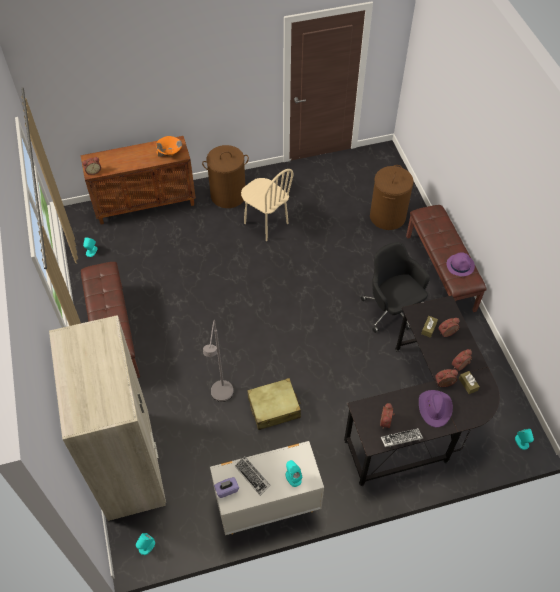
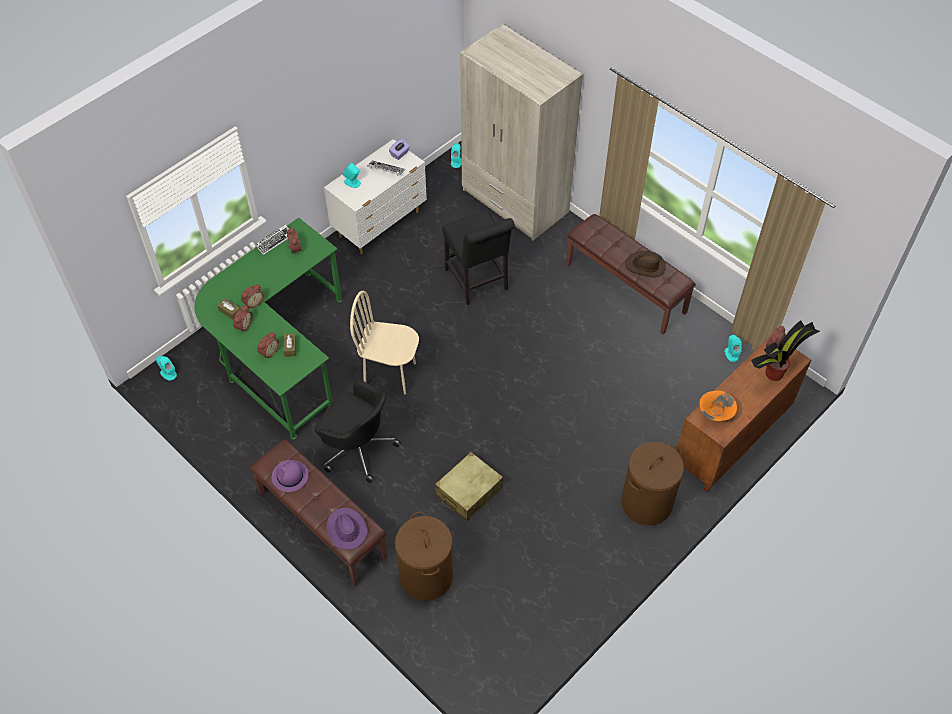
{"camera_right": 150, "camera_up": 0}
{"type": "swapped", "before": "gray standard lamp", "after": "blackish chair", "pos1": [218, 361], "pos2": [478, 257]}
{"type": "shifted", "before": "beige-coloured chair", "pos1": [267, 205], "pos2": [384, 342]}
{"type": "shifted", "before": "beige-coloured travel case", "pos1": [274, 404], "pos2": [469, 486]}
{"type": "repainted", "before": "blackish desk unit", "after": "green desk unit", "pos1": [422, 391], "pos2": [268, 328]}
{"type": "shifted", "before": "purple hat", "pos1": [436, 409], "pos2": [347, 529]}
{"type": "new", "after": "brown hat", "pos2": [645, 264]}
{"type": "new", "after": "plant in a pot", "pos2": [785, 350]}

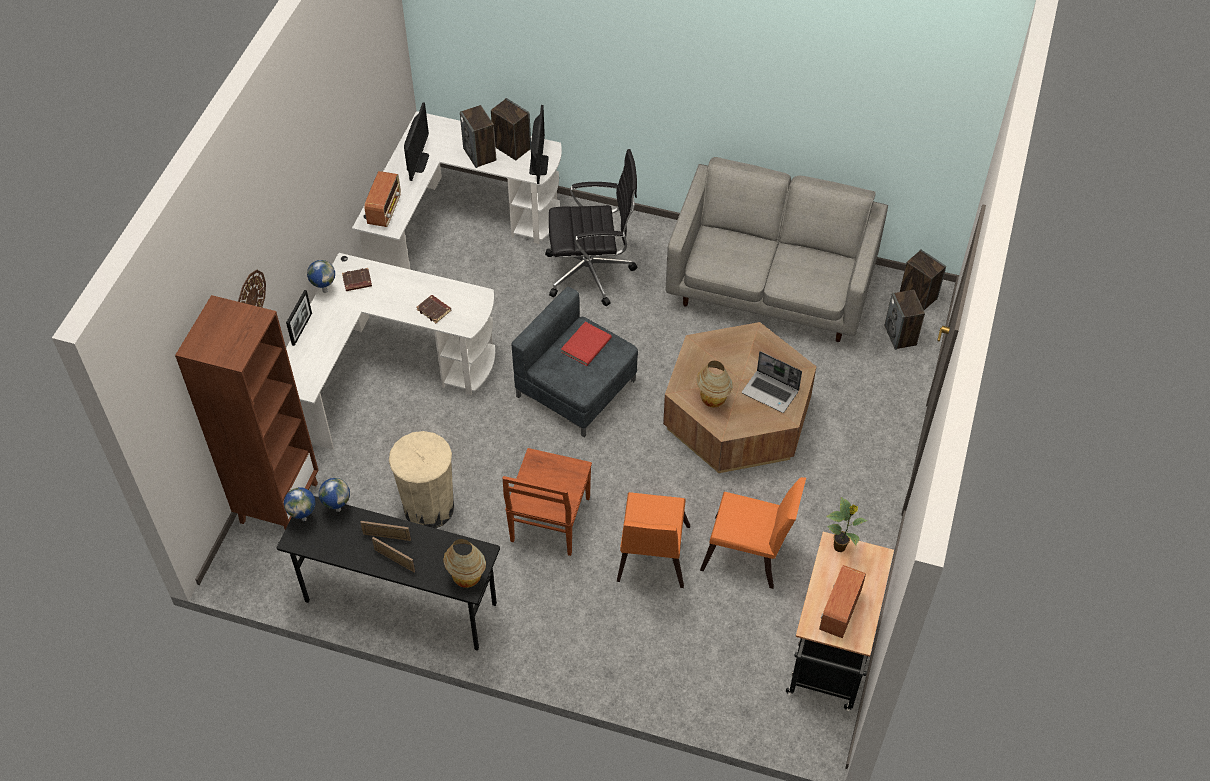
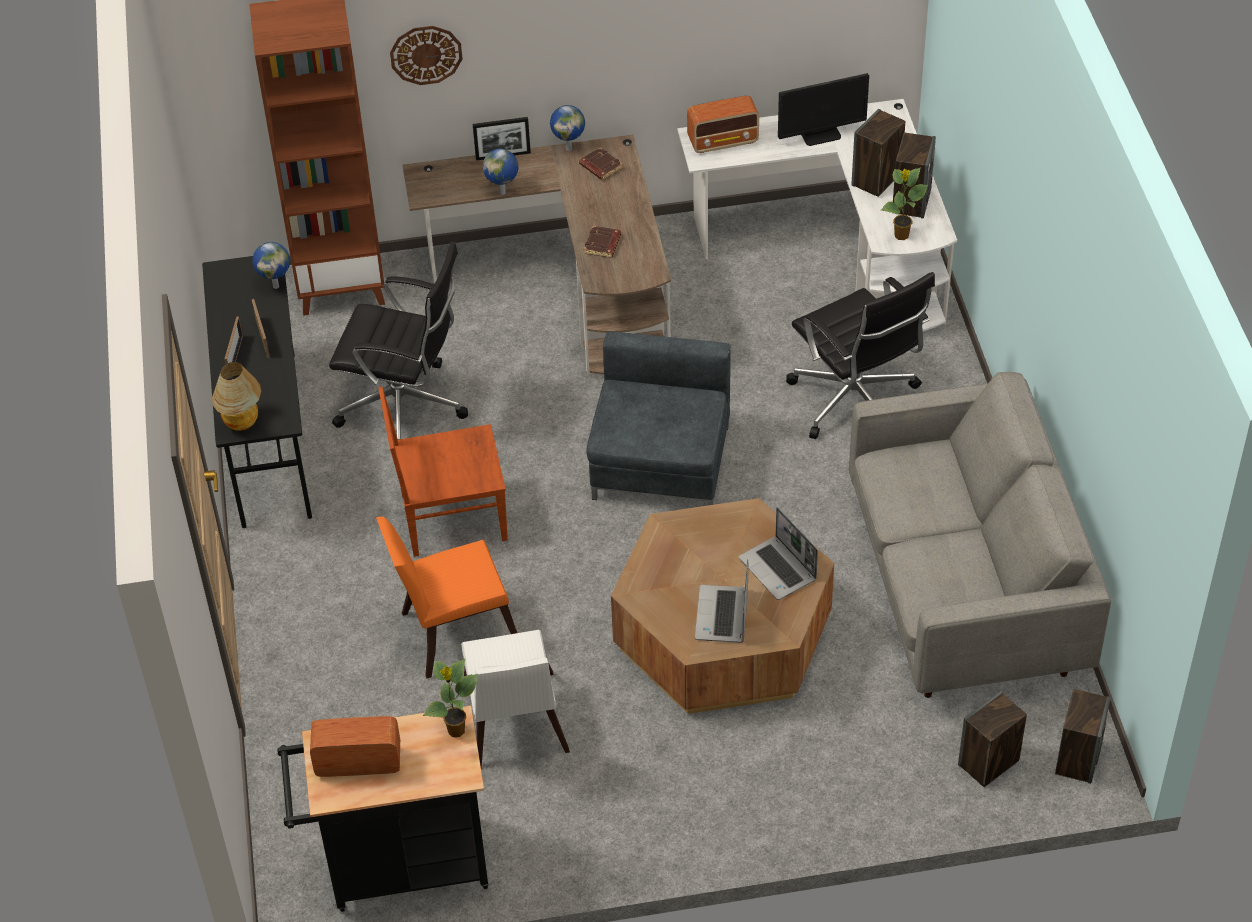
{"camera_right": 65, "camera_up": -5}
{"type": "shifted", "before": "world globe", "pos1": [300, 504], "pos2": [500, 172]}
{"type": "repainted", "before": "whitish desk unit", "after": "brown desk unit", "pos1": [390, 351], "pos2": [536, 255]}
{"type": "swapped", "before": "beige-coloured trash can", "after": "blackish office chair", "pos1": [421, 479], "pos2": [398, 341]}
{"type": "swapped", "before": "computer screen", "after": "plant in a pot", "pos1": [539, 144], "pos2": [904, 203]}
{"type": "gone", "before": "red-coloured bound book", "pos1": [586, 344]}
{"type": "gone", "before": "tabletop lamp", "pos1": [714, 384]}
{"type": "repainted", "before": "orange-coloured chair", "after": "whitish chair", "pos1": [753, 533], "pos2": [515, 699]}
{"type": "new", "after": "notebook computer", "pos2": [778, 553]}

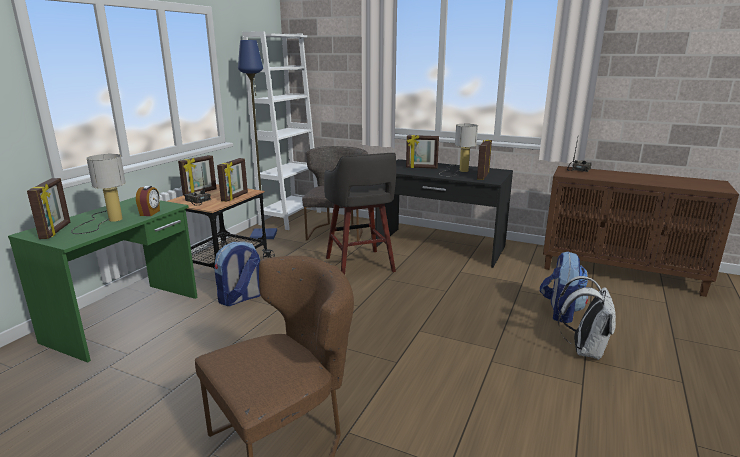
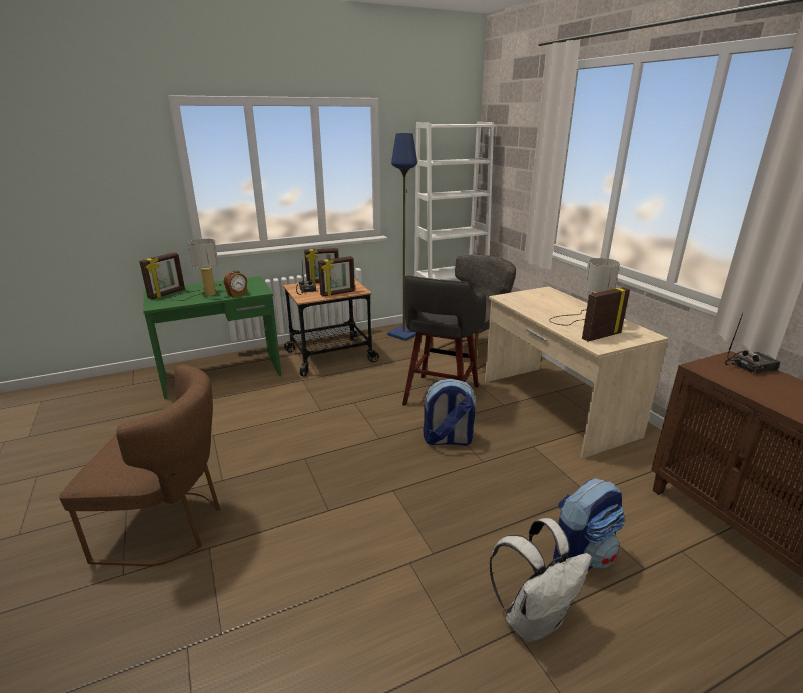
{"camera_right": 40, "camera_up": 5}
{"type": "shifted", "before": "backpack", "pos1": [237, 273], "pos2": [449, 412]}
{"type": "repainted", "before": "blackish desk unit", "after": "beige-coloured desk unit", "pos1": [444, 213], "pos2": [576, 372]}
{"type": "gone", "before": "standing frame", "pos1": [422, 152]}

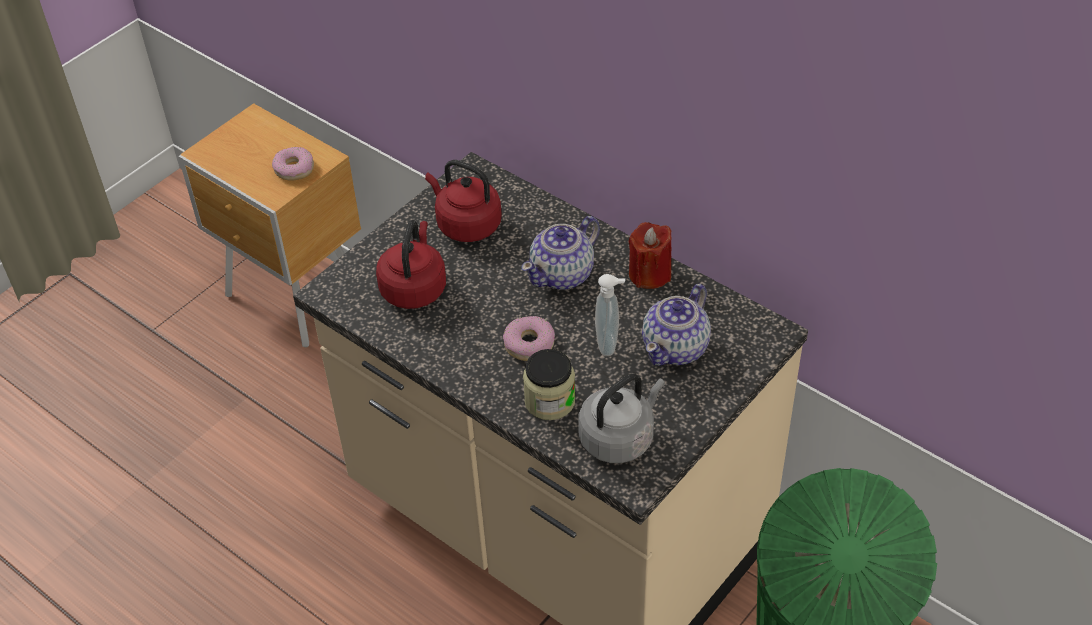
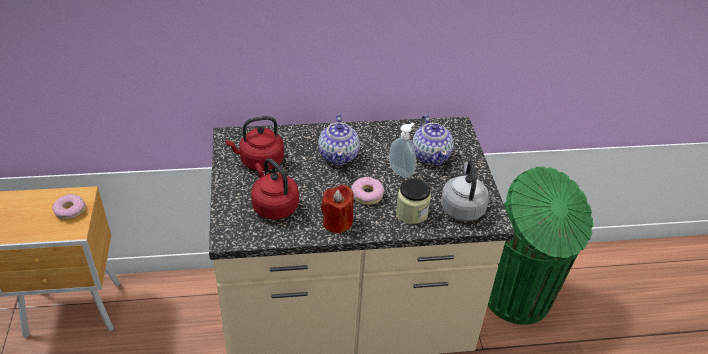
{"camera_right": -50, "camera_up": -5}
{"type": "shifted", "before": "red-coloured wax candle", "pos1": [650, 255], "pos2": [337, 209]}

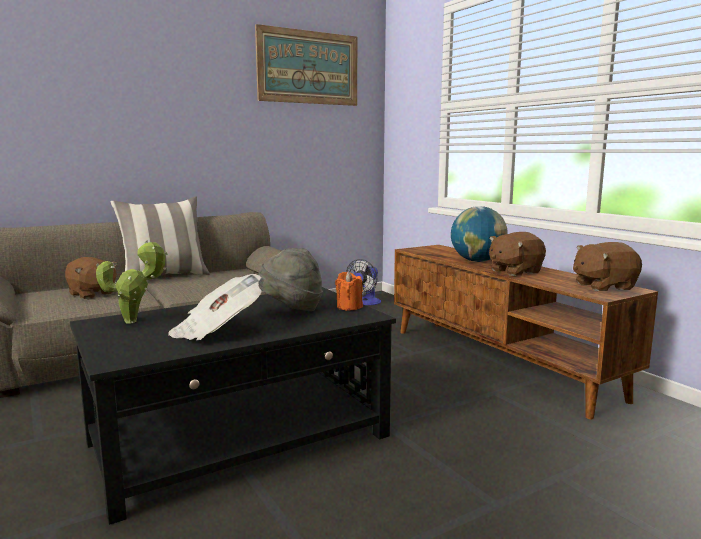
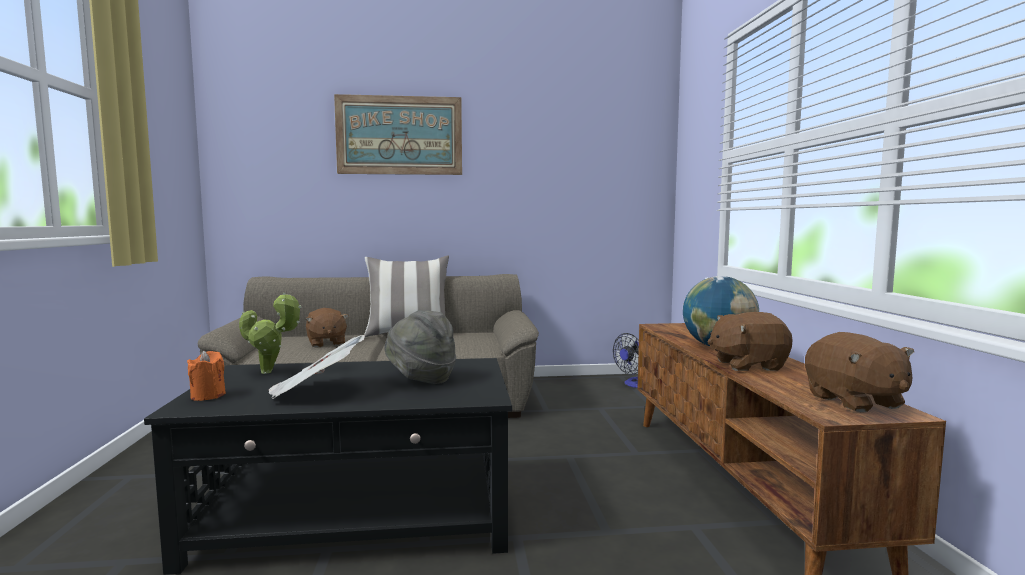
{"camera_right": 25, "camera_up": -5}
{"type": "shifted", "before": "wall picture", "pos1": [306, 65], "pos2": [398, 134]}
{"type": "shifted", "before": "orange-coloured wax candle", "pos1": [349, 291], "pos2": [206, 376]}
{"type": "rotated", "before": "brown plush toy", "pos1": [607, 266], "pos2": [859, 372], "turn": -120}

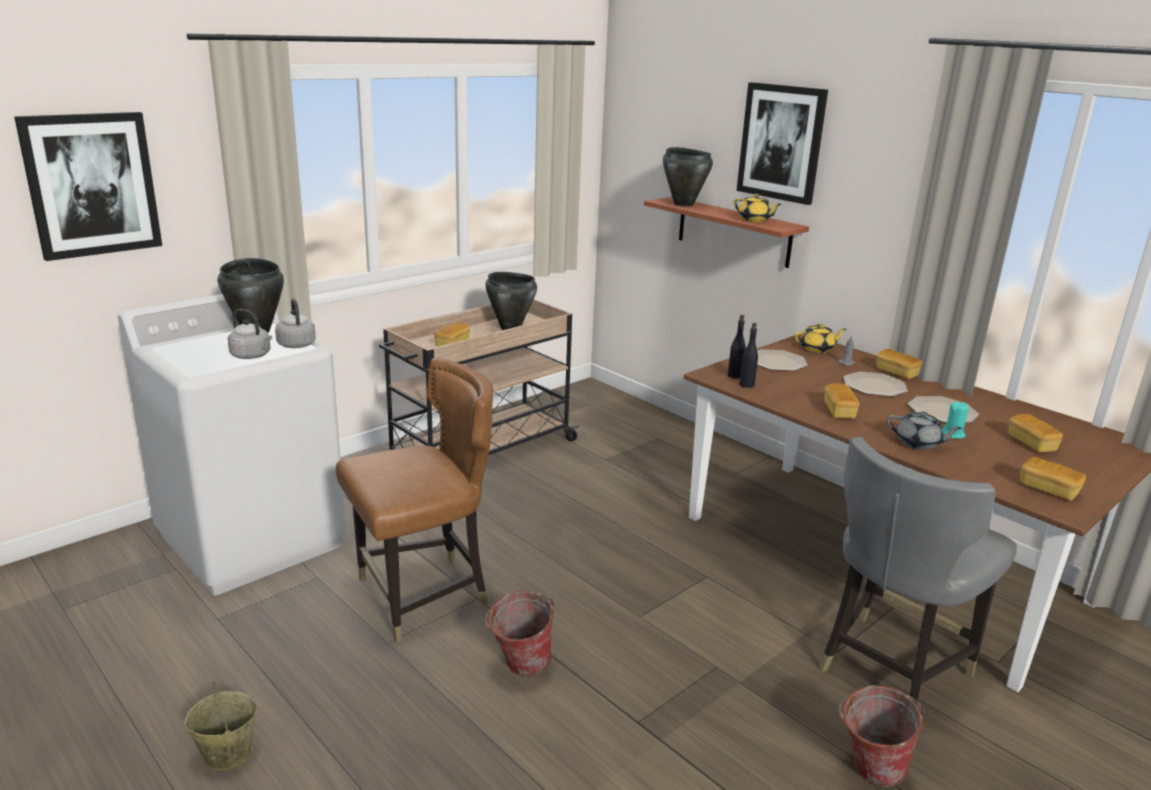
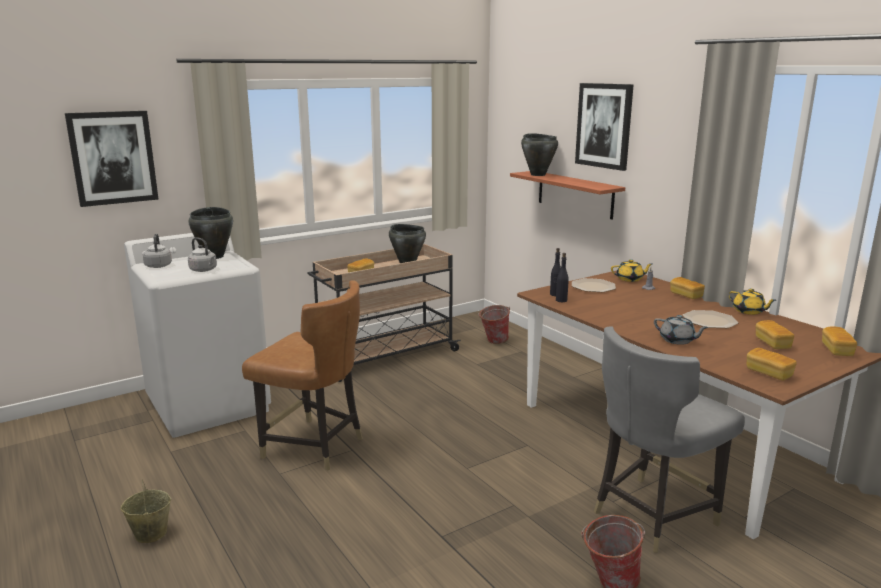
{"camera_right": 10, "camera_up": -5}
{"type": "shifted", "before": "gray water kettle", "pos1": [295, 323], "pos2": [157, 250]}
{"type": "rotated", "before": "brown chair", "pos1": [414, 500], "pos2": [302, 375], "turn": 45}
{"type": "shifted", "before": "pail", "pos1": [519, 633], "pos2": [494, 324]}
{"type": "shifted", "before": "yellow teapot", "pos1": [757, 208], "pos2": [752, 302]}
{"type": "shifted", "before": "baked bread", "pos1": [842, 401], "pos2": [839, 341]}
{"type": "gone", "before": "plate", "pos1": [876, 384]}
{"type": "gone", "before": "blue-green wax candle", "pos1": [955, 420]}

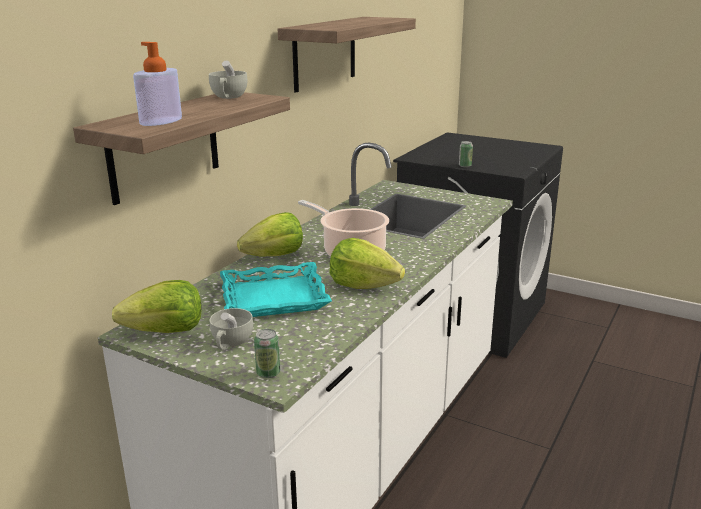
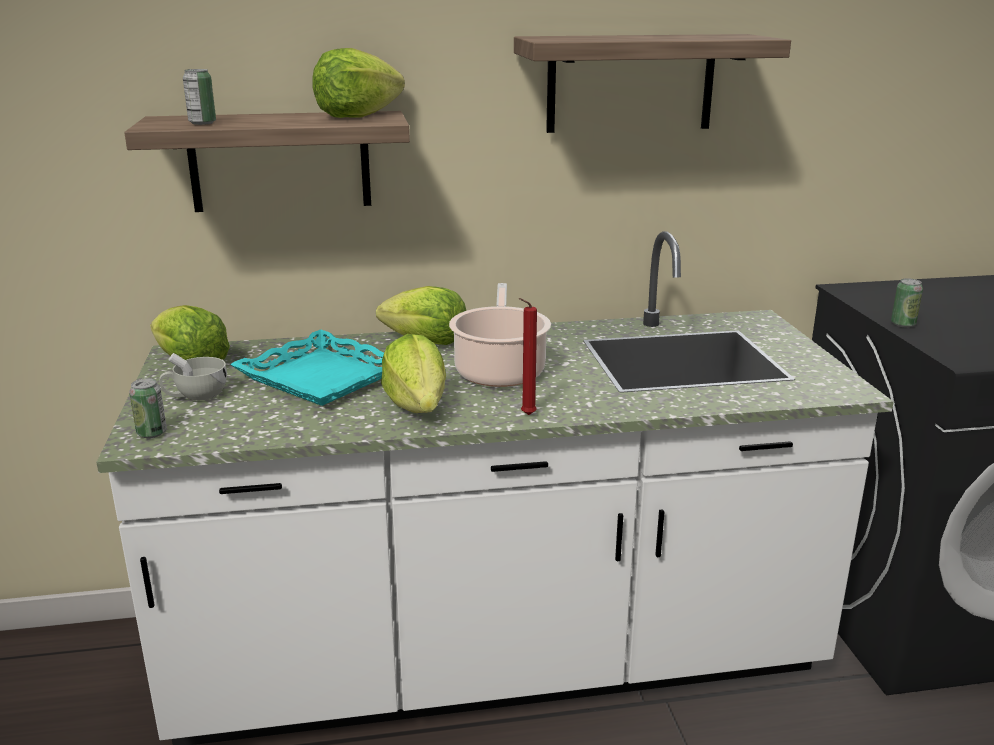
{"camera_right": 50, "camera_up": 0}
{"type": "swapped", "before": "soap dispenser", "after": "can", "pos1": [157, 84], "pos2": [199, 97]}
{"type": "swapped", "before": "whitish drinking cup", "after": "head of lettuce", "pos1": [228, 80], "pos2": [358, 83]}
{"type": "new", "after": "red-coloured wax candle", "pos2": [528, 356]}

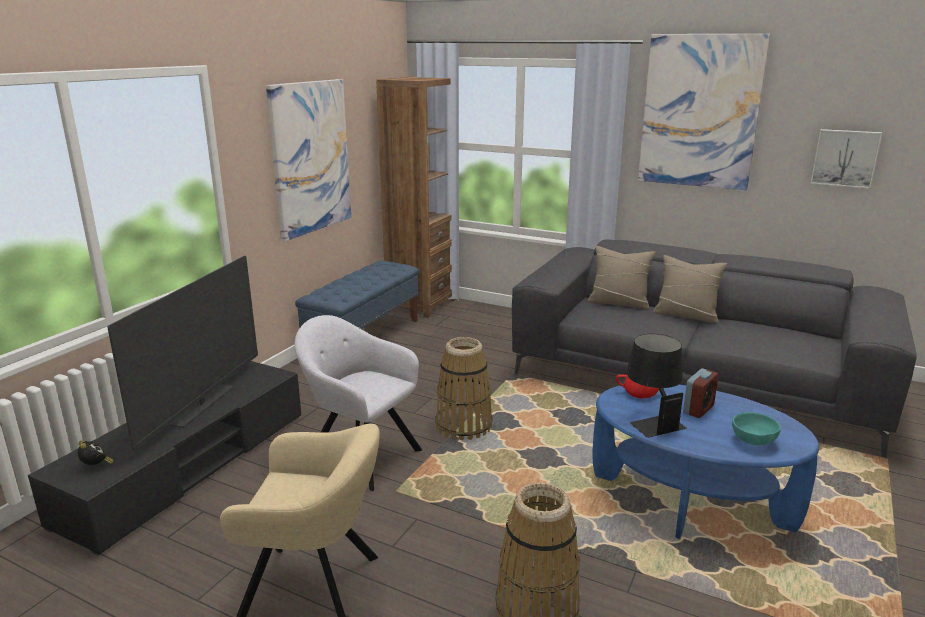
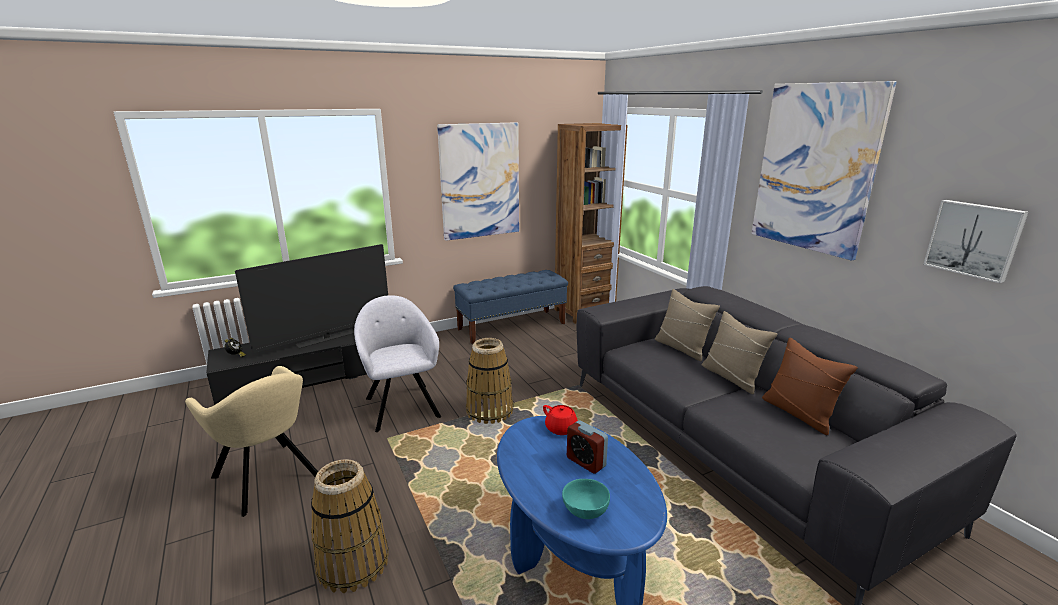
{"camera_right": 35, "camera_up": 0}
{"type": "gone", "before": "blackish tabletop lamp", "pos1": [656, 386]}
{"type": "rotated", "before": "bedside clock", "pos1": [700, 393], "pos2": [587, 447], "turn": 60}
{"type": "new", "after": "brown cushion", "pos2": [810, 386]}

